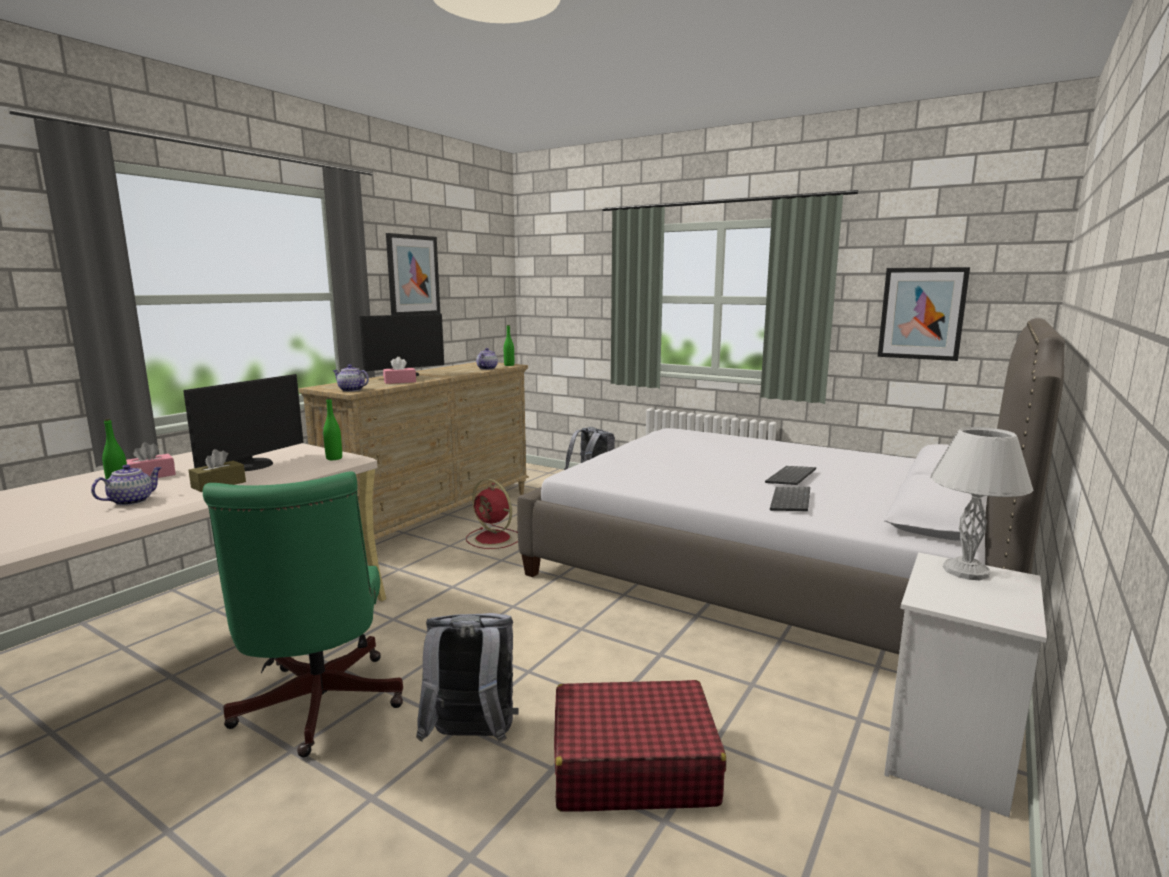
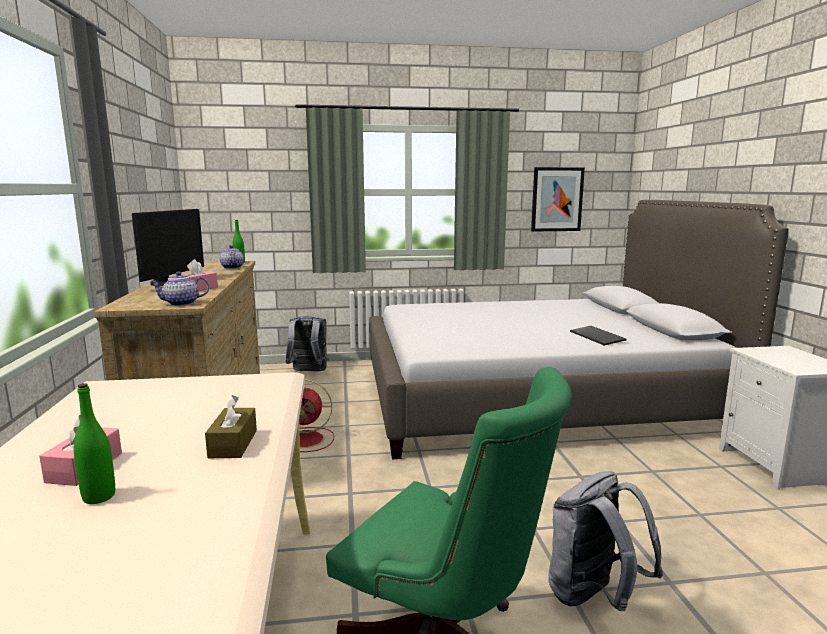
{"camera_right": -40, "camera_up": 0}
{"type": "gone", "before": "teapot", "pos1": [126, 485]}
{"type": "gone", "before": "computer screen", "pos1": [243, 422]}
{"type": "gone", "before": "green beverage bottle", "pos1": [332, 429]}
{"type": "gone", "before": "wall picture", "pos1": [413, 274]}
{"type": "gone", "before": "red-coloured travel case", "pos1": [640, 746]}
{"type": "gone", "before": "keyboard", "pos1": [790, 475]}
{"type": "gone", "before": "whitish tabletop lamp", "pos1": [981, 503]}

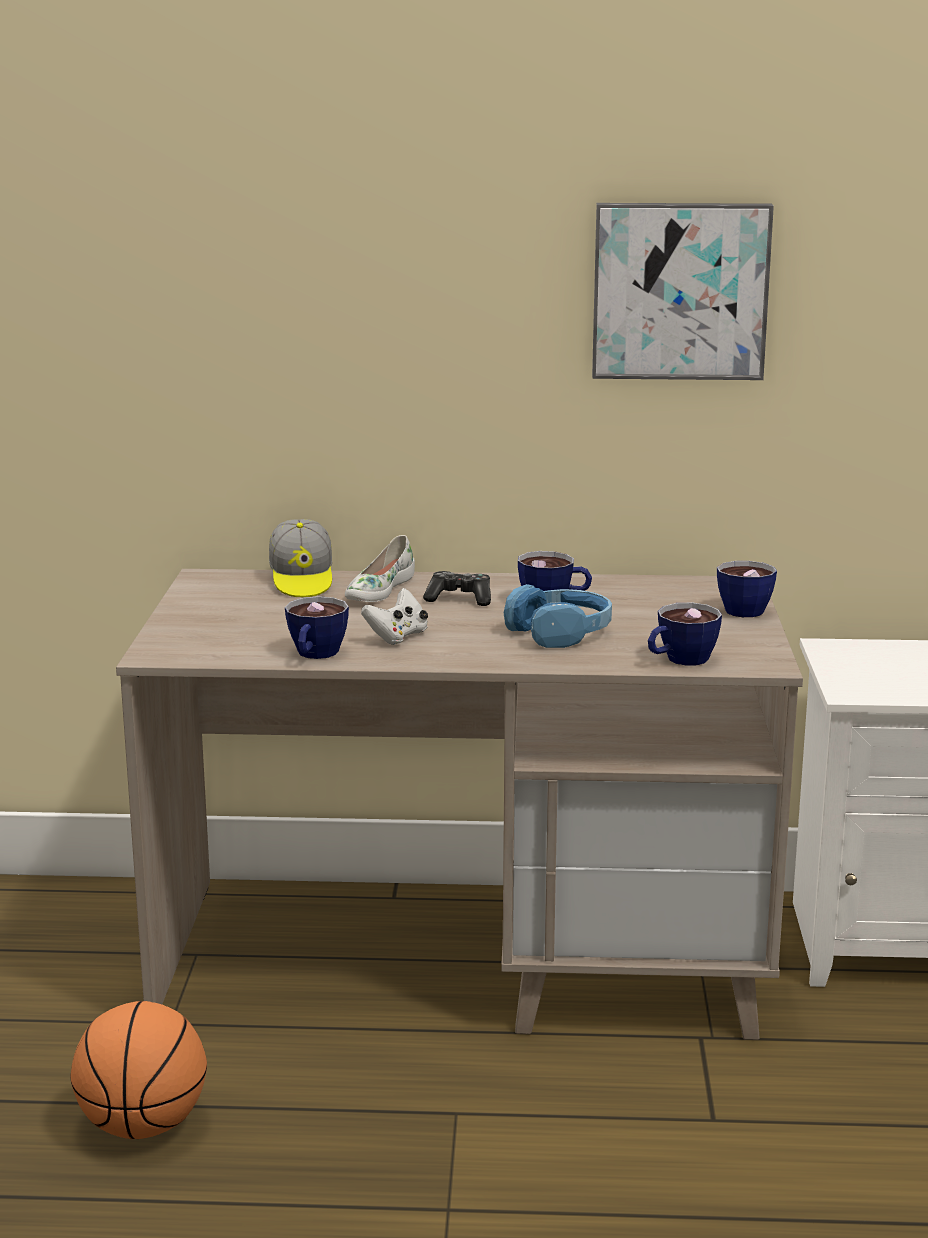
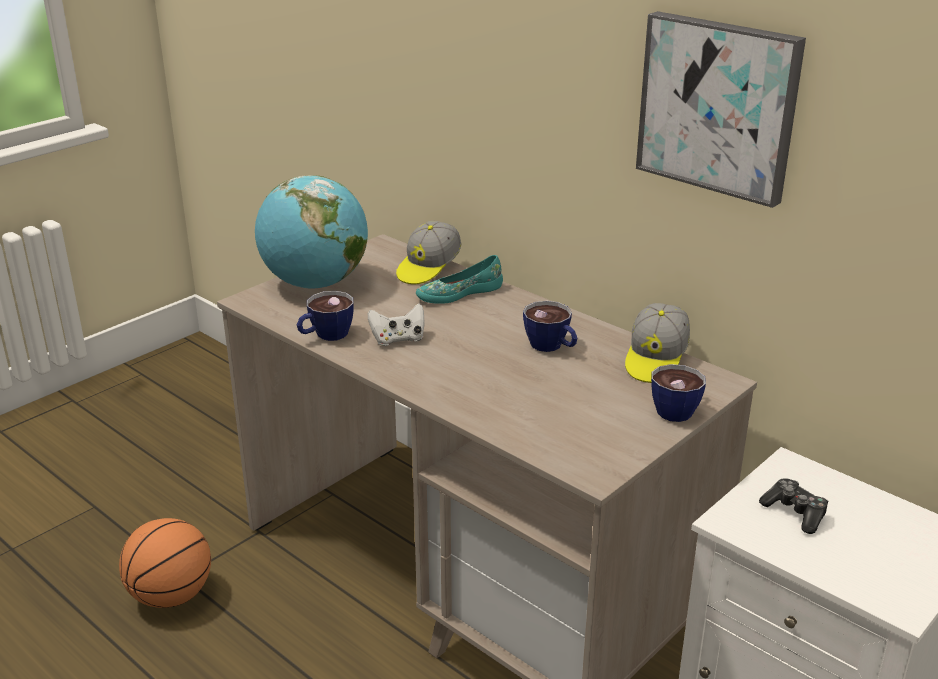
{"camera_right": 40, "camera_up": 10}
{"type": "repainted", "before": "whitish low shoe", "after": "blue-green low shoe", "pos1": [380, 568], "pos2": [459, 279]}
{"type": "shifted", "before": "gamepad", "pos1": [457, 588], "pos2": [793, 506]}
{"type": "gone", "before": "blue pair of headphones", "pos1": [557, 616]}
{"type": "gone", "before": "drinking cup", "pos1": [685, 634]}
{"type": "new", "after": "world globe", "pos2": [311, 231]}
{"type": "new", "after": "peaked cap", "pos2": [657, 343]}

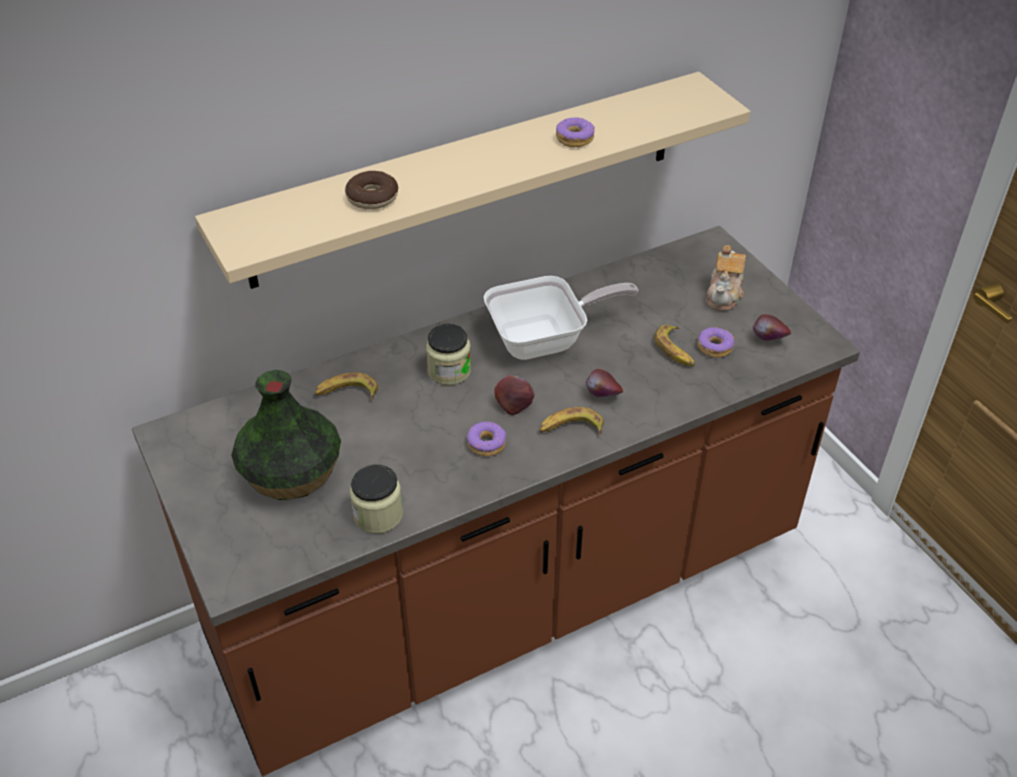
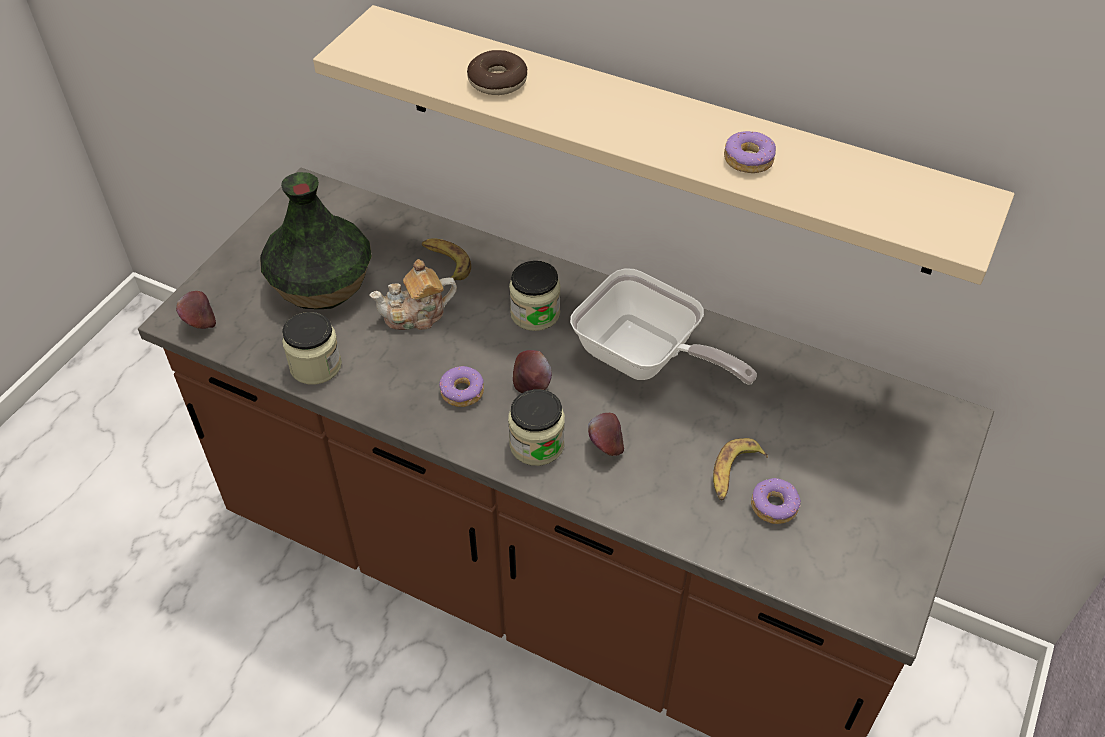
{"camera_right": 55, "camera_up": 5}
{"type": "swapped", "before": "banana", "after": "preserve jar", "pos1": [571, 421], "pos2": [536, 427]}
{"type": "shifted", "before": "teapot", "pos1": [726, 278], "pos2": [413, 294]}
{"type": "shifted", "before": "apple fruit", "pos1": [772, 327], "pos2": [196, 310]}

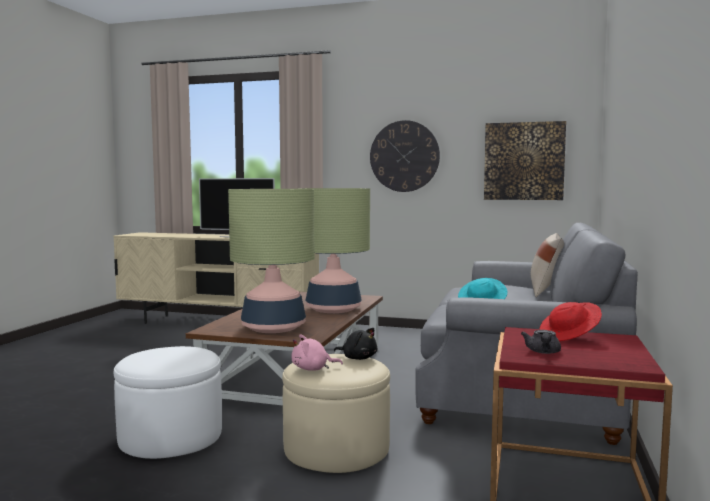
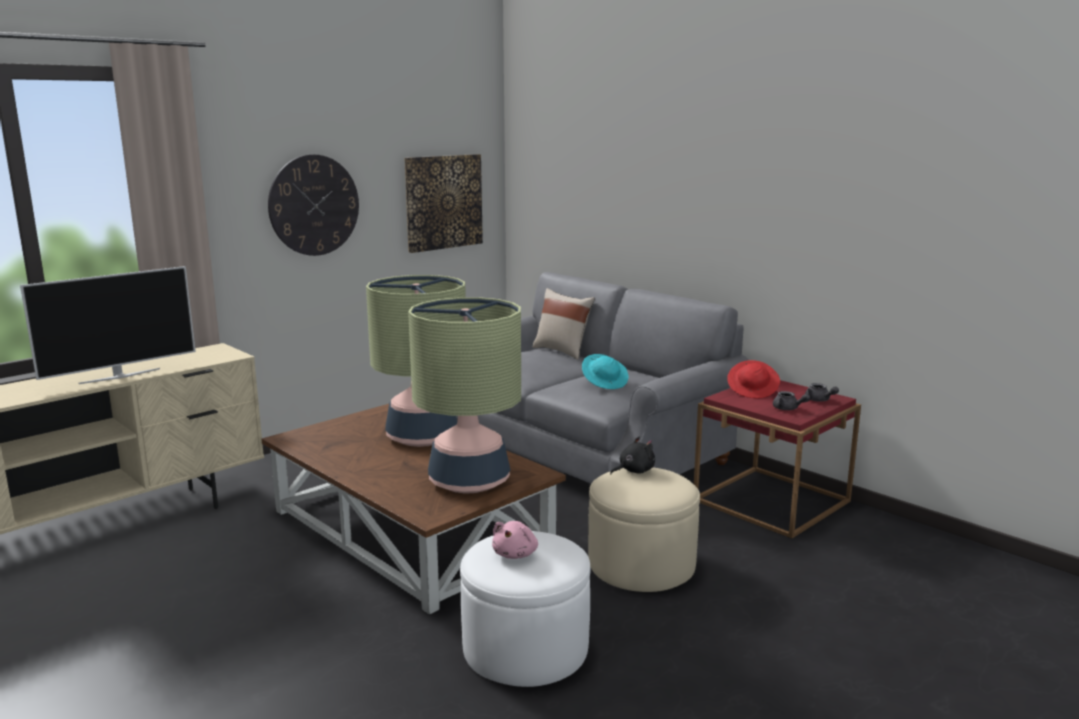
{"camera_right": -60, "camera_up": 10}
{"type": "shifted", "before": "pinkish plush toy", "pos1": [317, 352], "pos2": [515, 540]}
{"type": "new", "after": "gray teapot", "pos2": [822, 392]}

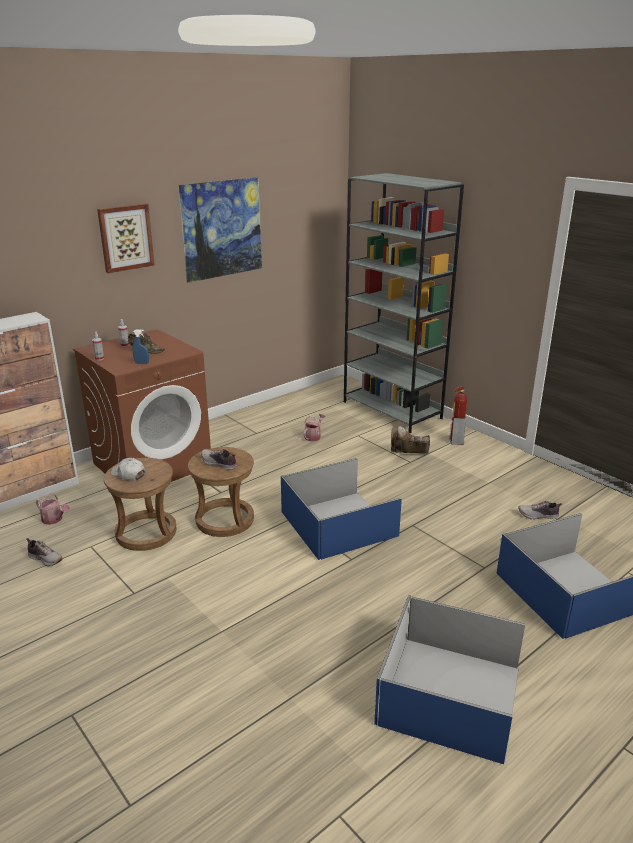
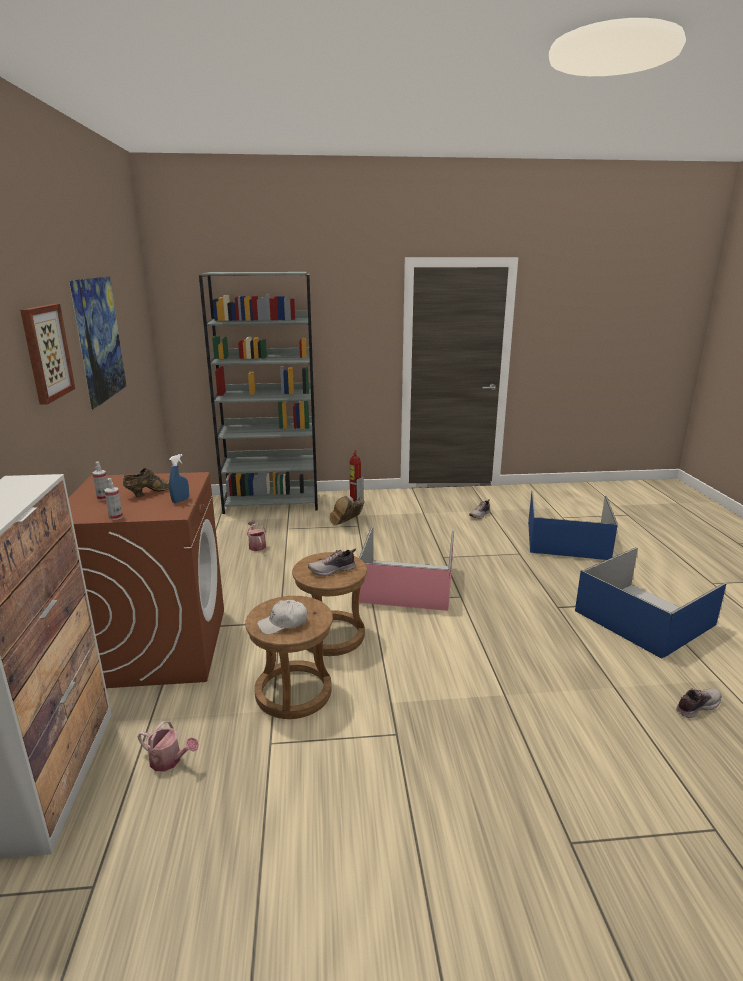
{"camera_right": -55, "camera_up": -5}
{"type": "shifted", "before": "low shoe", "pos1": [44, 552], "pos2": [698, 703]}
{"type": "rotated", "before": "watering pot", "pos1": [53, 509], "pos2": [168, 746], "turn": 45}
{"type": "repainted", "before": "blue storage container", "after": "pinkish storage container", "pos1": [341, 509], "pos2": [406, 568]}

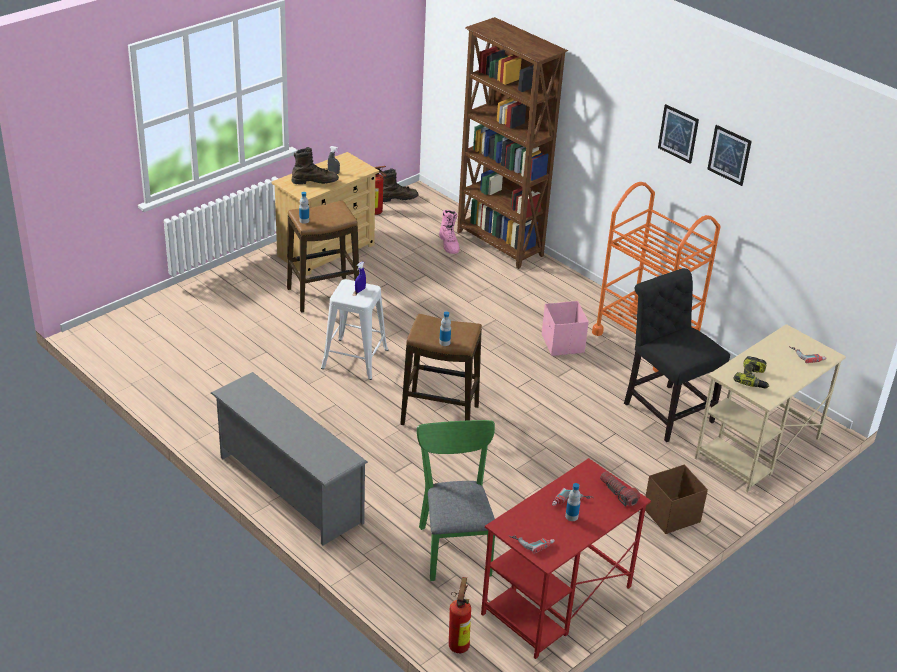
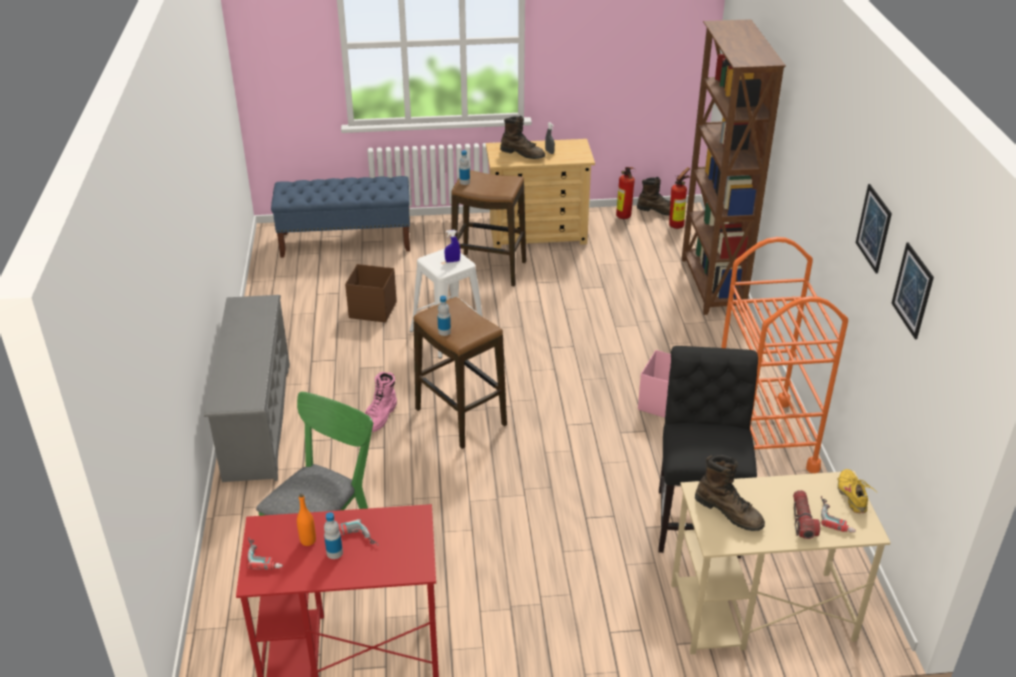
{"camera_right": 40, "camera_up": 0}
{"type": "shifted", "before": "pinkish tall boot", "pos1": [449, 232], "pos2": [381, 402]}
{"type": "shifted", "before": "fire extinguisher", "pos1": [460, 615], "pos2": [679, 198]}
{"type": "shifted", "before": "torch", "pos1": [620, 489], "pos2": [806, 514]}
{"type": "shifted", "before": "brown storage container", "pos1": [676, 499], "pos2": [371, 293]}
{"type": "shifted", "before": "wall picture", "pos1": [678, 134], "pos2": [912, 291]}
{"type": "swapped", "before": "drill", "after": "brown tall boot", "pos1": [751, 372], "pos2": [730, 493]}
{"type": "new", "after": "blue indoor bench", "pos2": [340, 217]}
{"type": "new", "after": "orange-coloured beverage bottle", "pos2": [306, 520]}
{"type": "new", "after": "yellow low shoe", "pos2": [855, 491]}

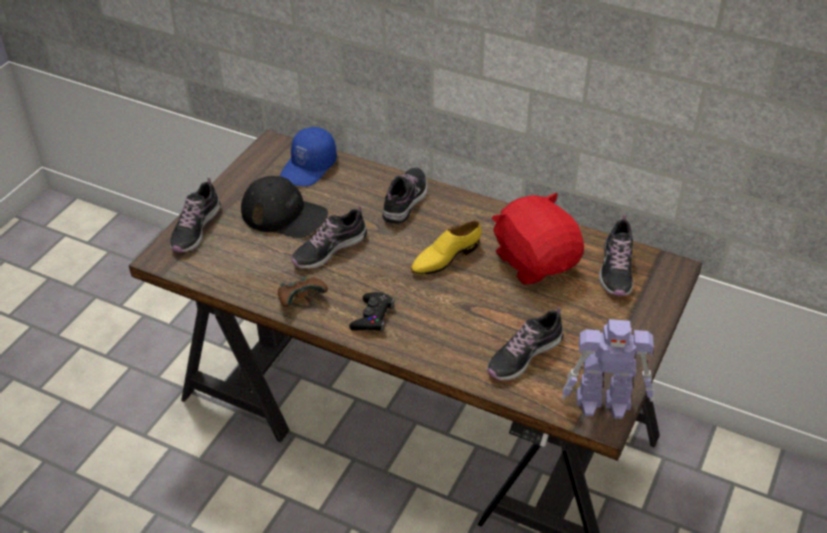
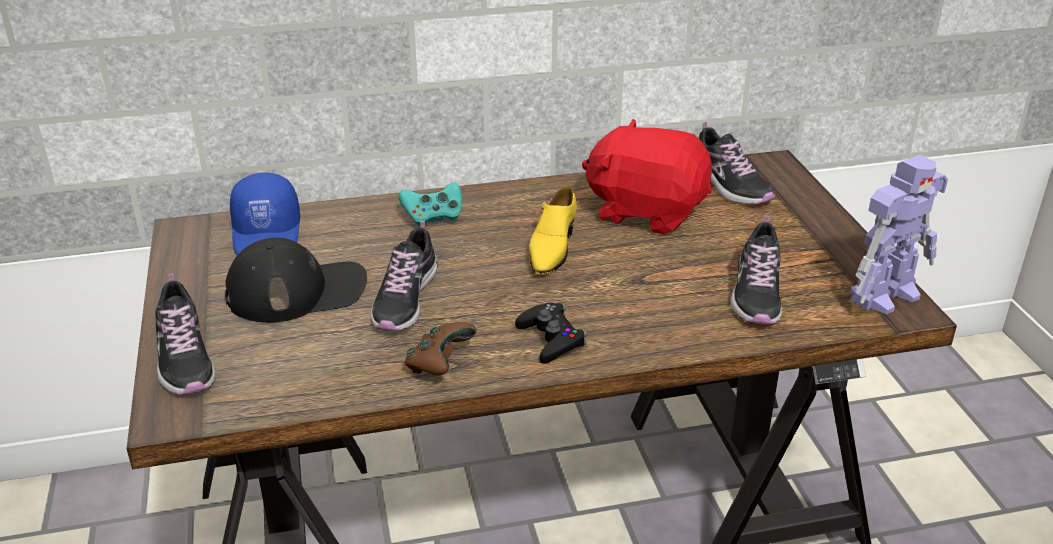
{"camera_right": -40, "camera_up": -10}
{"type": "swapped", "before": "low shoe", "after": "blue-green gamepad", "pos1": [404, 195], "pos2": [430, 204]}

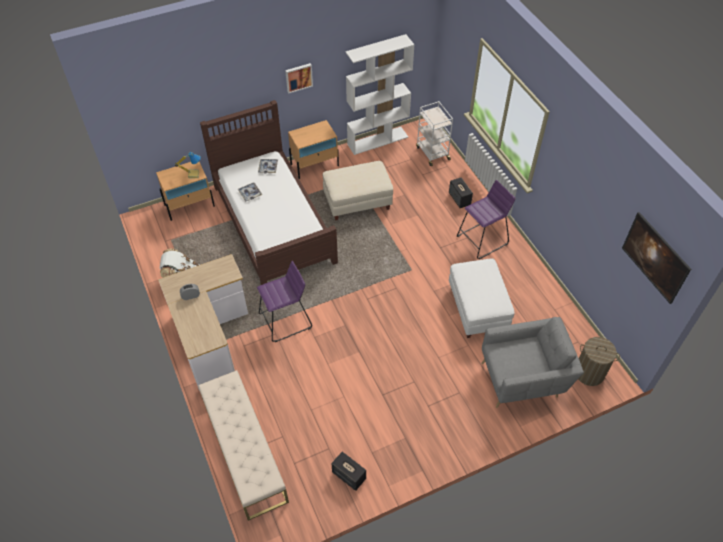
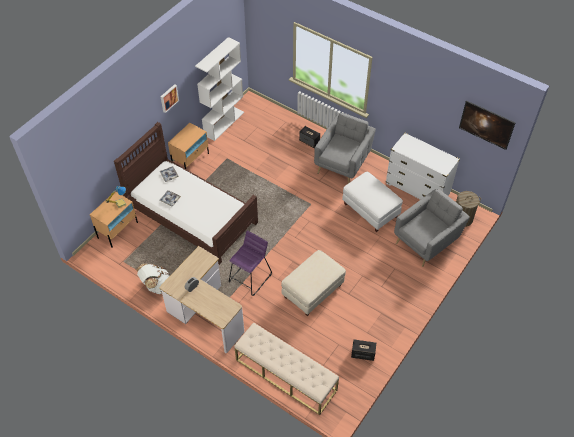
{"camera_right": -30, "camera_up": 0}
{"type": "shifted", "before": "beige-coloured pouffe", "pos1": [358, 191], "pos2": [313, 283]}
{"type": "gone", "before": "whitish wheeled cart", "pos1": [434, 133]}
{"type": "swapped", "before": "purple stool seat", "after": "gray armchair", "pos1": [486, 219], "pos2": [345, 148]}
{"type": "new", "after": "whitish chest of drawers", "pos2": [423, 166]}

